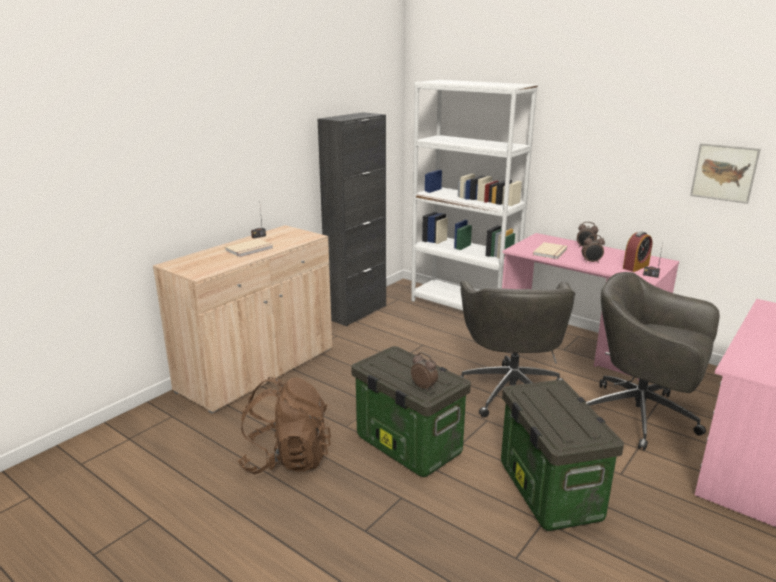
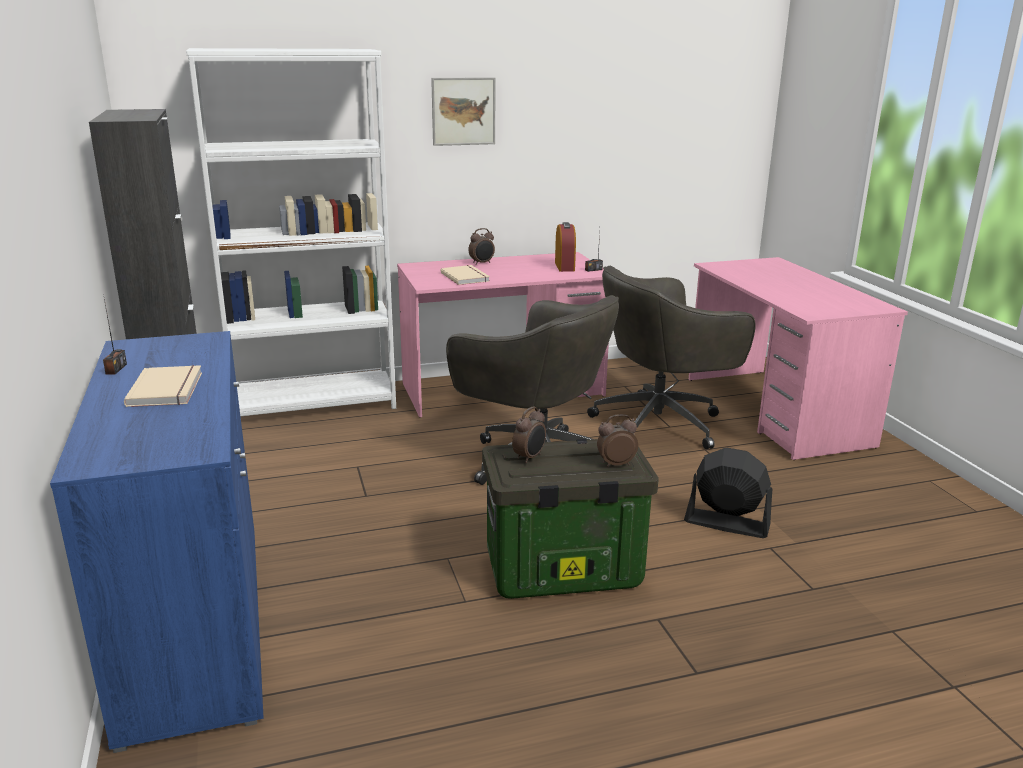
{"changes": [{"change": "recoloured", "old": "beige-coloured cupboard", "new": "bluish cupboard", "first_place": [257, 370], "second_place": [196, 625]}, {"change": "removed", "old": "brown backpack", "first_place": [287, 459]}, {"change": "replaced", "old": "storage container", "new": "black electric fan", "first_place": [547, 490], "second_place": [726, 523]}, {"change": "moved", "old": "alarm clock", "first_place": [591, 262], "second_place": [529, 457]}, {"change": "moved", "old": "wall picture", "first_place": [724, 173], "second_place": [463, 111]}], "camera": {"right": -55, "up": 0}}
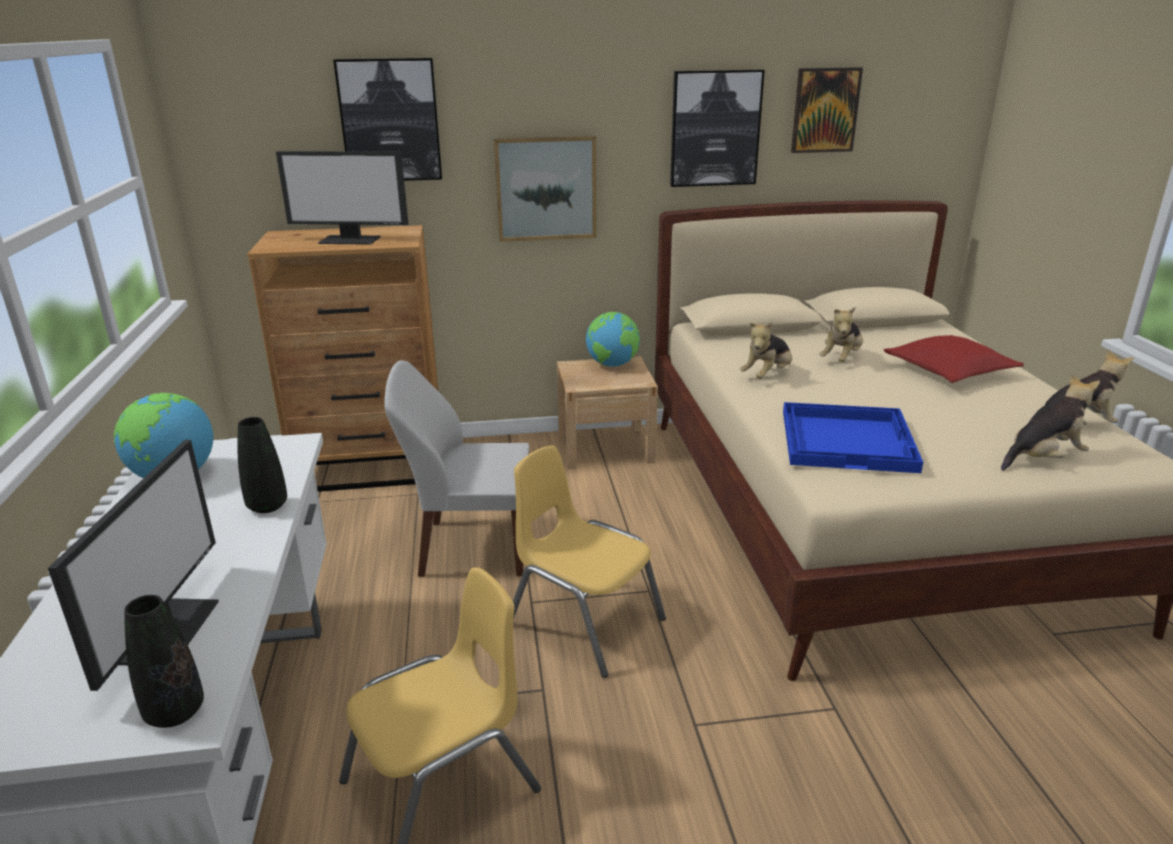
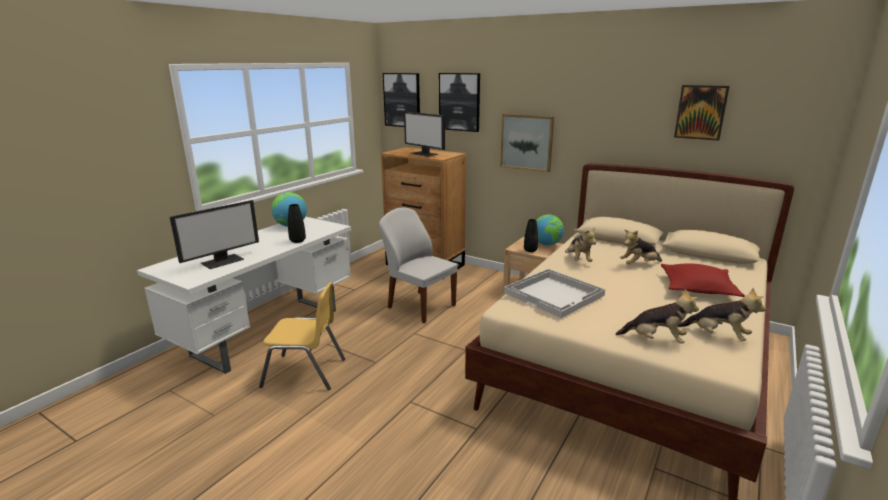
{"changes": [{"change": "moved", "old": "black flower vase", "first_place": [175, 713], "second_place": [530, 250]}, {"change": "removed", "old": "yellowish upright chair", "first_place": [584, 622]}, {"change": "moved", "old": "wall picture", "first_place": [715, 128], "second_place": [402, 100]}, {"change": "turned", "old": "plush toy", "first_place": [767, 375], "second_place": [578, 260], "degrees": -90}, {"change": "recoloured", "old": "bluish serving tray", "new": "whitish serving tray", "first_place": [848, 440], "second_place": [555, 294]}], "camera": {"right": 40, "up": -5}}
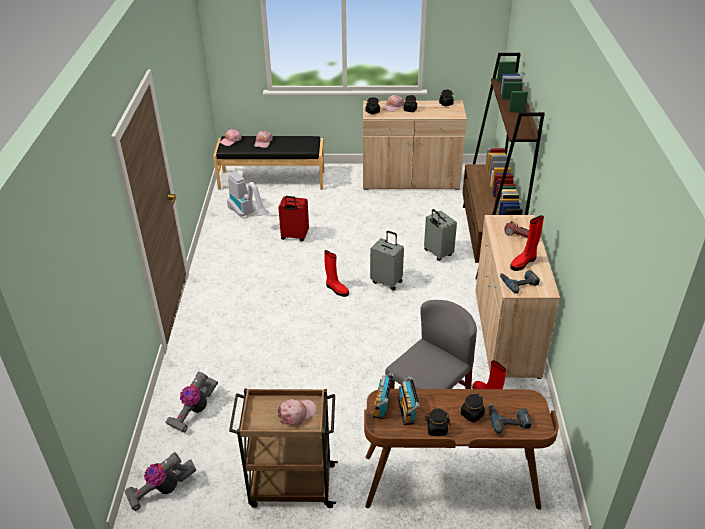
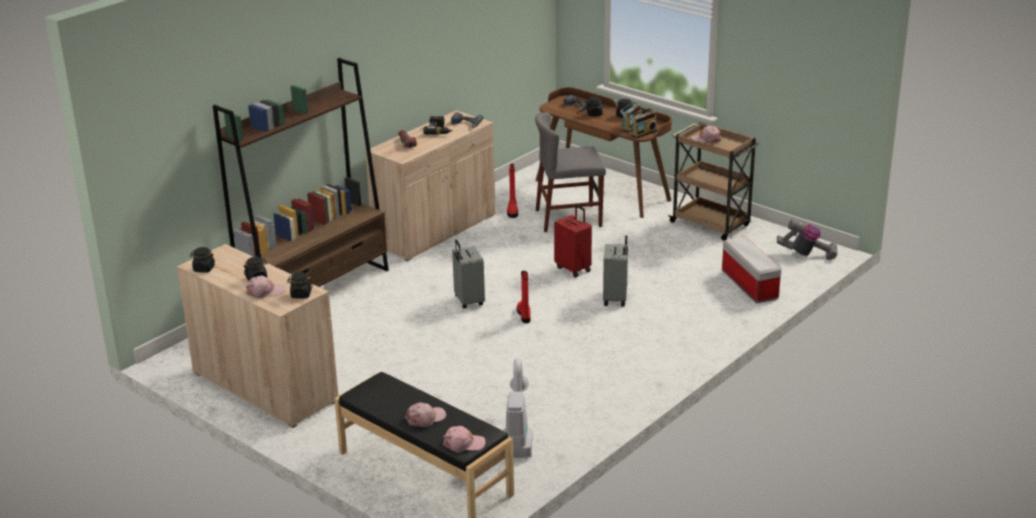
{"changes": [{"change": "replaced", "old": "vacuum", "new": "storage container", "first_place": [194, 411], "second_place": [748, 284]}, {"change": "moved", "old": "red-coloured travel case", "first_place": [294, 236], "second_place": [574, 269]}, {"change": "moved", "old": "grey travel case", "first_place": [437, 253], "second_place": [616, 298]}, {"change": "replaced", "old": "red-coloured tall boot", "new": "electric drill", "first_place": [524, 262], "second_place": [439, 130]}], "camera": {"right": -140, "up": -10}}
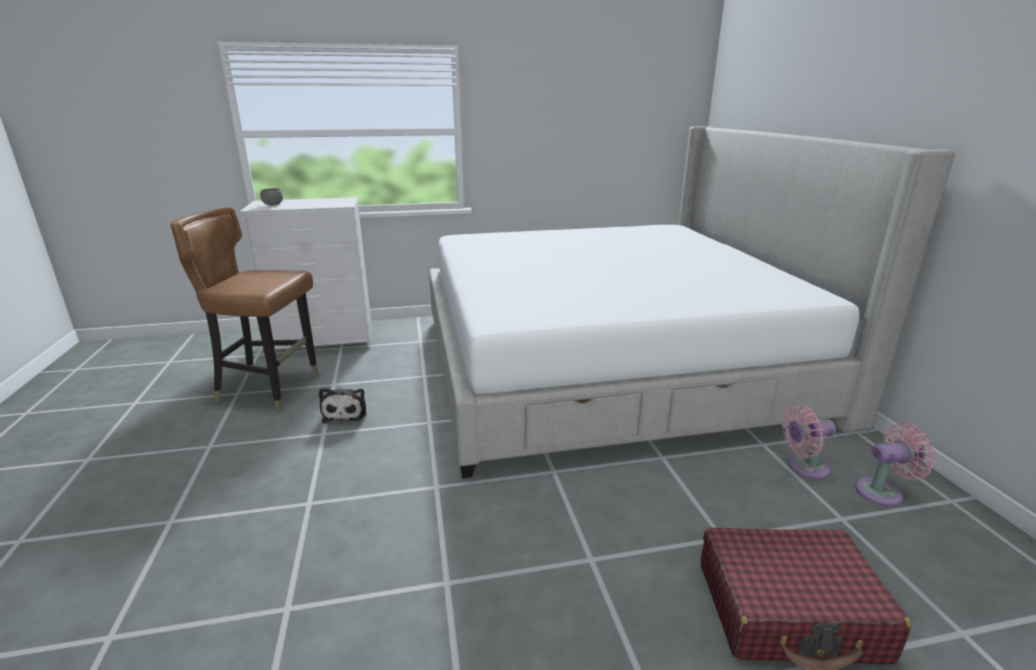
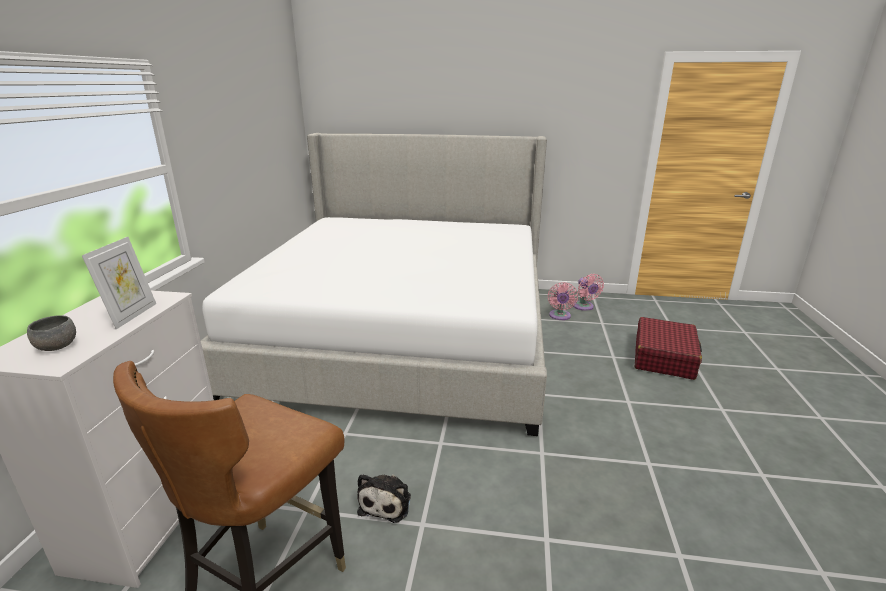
{"changes": [{"change": "turned", "old": "plush toy", "first_place": [346, 413], "second_place": [386, 502], "degrees": 90}, {"change": "turned", "old": "pink-coloured electric fan", "first_place": [882, 492], "second_place": [584, 307], "degrees": 150}, {"change": "added", "new": "picture frame", "second_place": [131, 315]}], "camera": {"right": -70, "up": 0}}
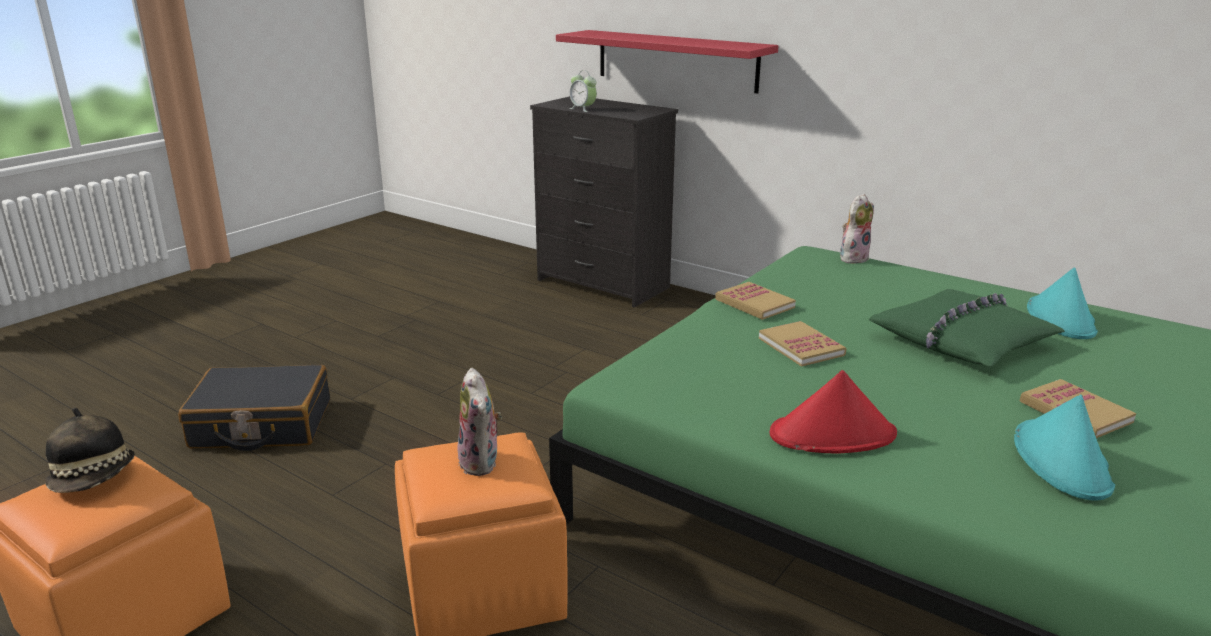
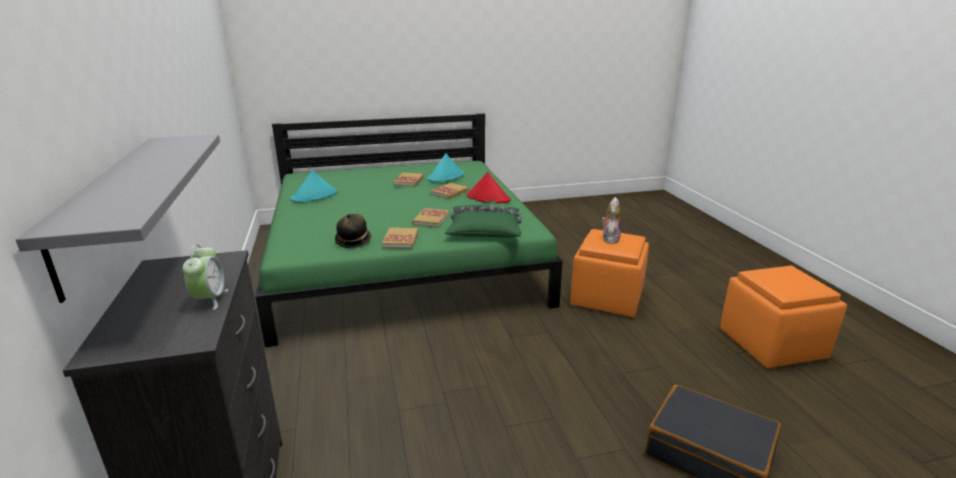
{"changes": [{"change": "moved", "old": "clothing hat", "first_place": [95, 479], "second_place": [353, 241]}, {"change": "recoloured", "old": "red-coloured bracket shelf", "new": "grey bracket shelf", "first_place": [676, 60], "second_place": [109, 206]}, {"change": "removed", "old": "plush toy", "first_place": [853, 258]}, {"change": "moved", "old": "green cushion", "first_place": [962, 341], "second_place": [485, 229]}, {"change": "added", "new": "book", "second_place": [449, 192]}], "camera": {"right": -140, "up": 0}}
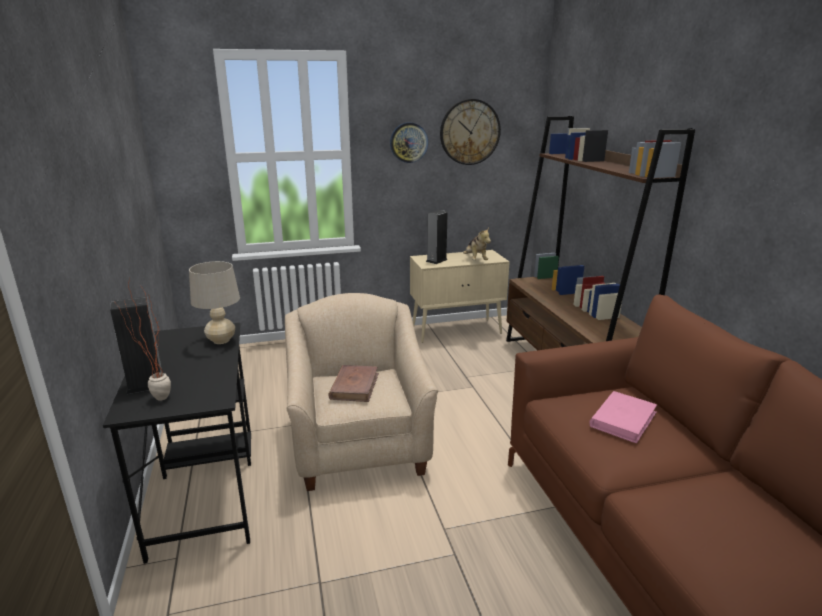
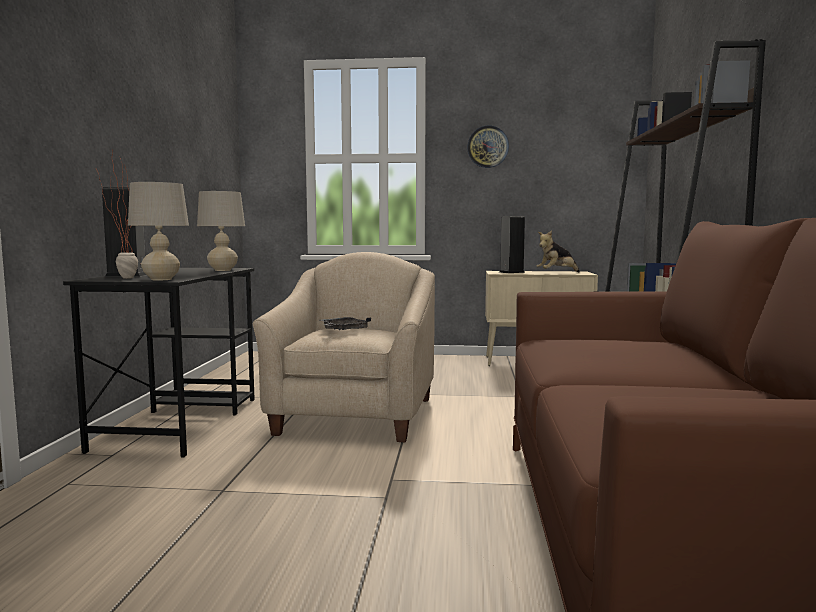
{"changes": [{"change": "replaced", "old": "brown book", "new": "grey serving tray", "first_place": [354, 386], "second_place": [343, 330]}, {"change": "removed", "old": "clock on the wall", "first_place": [470, 132]}, {"change": "turned", "old": "plush toy", "first_place": [475, 260], "second_place": [556, 273], "degrees": 60}, {"change": "removed", "old": "pink-coloured book", "first_place": [623, 419]}, {"change": "added", "new": "beige-coloured tabletop lamp", "second_place": [161, 279]}], "camera": {"right": 20, "up": -15}}
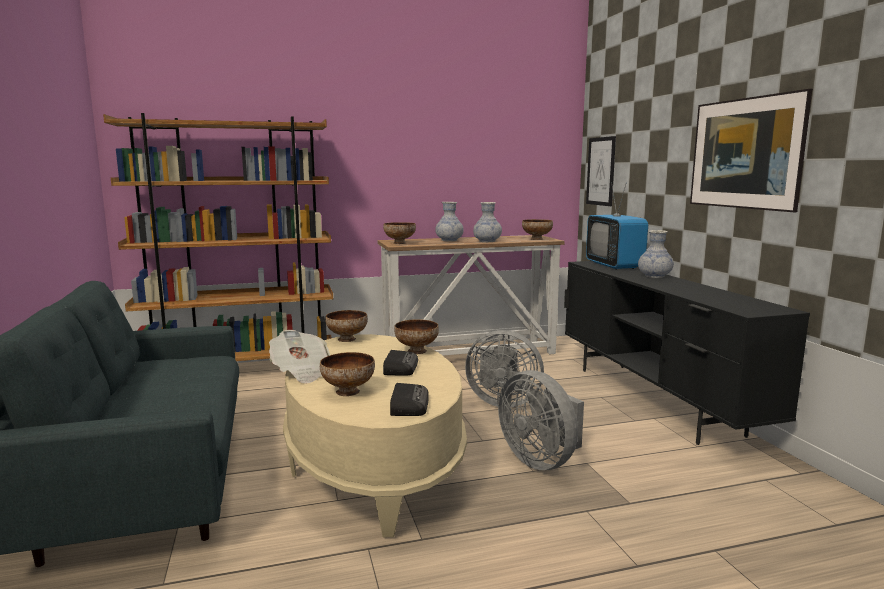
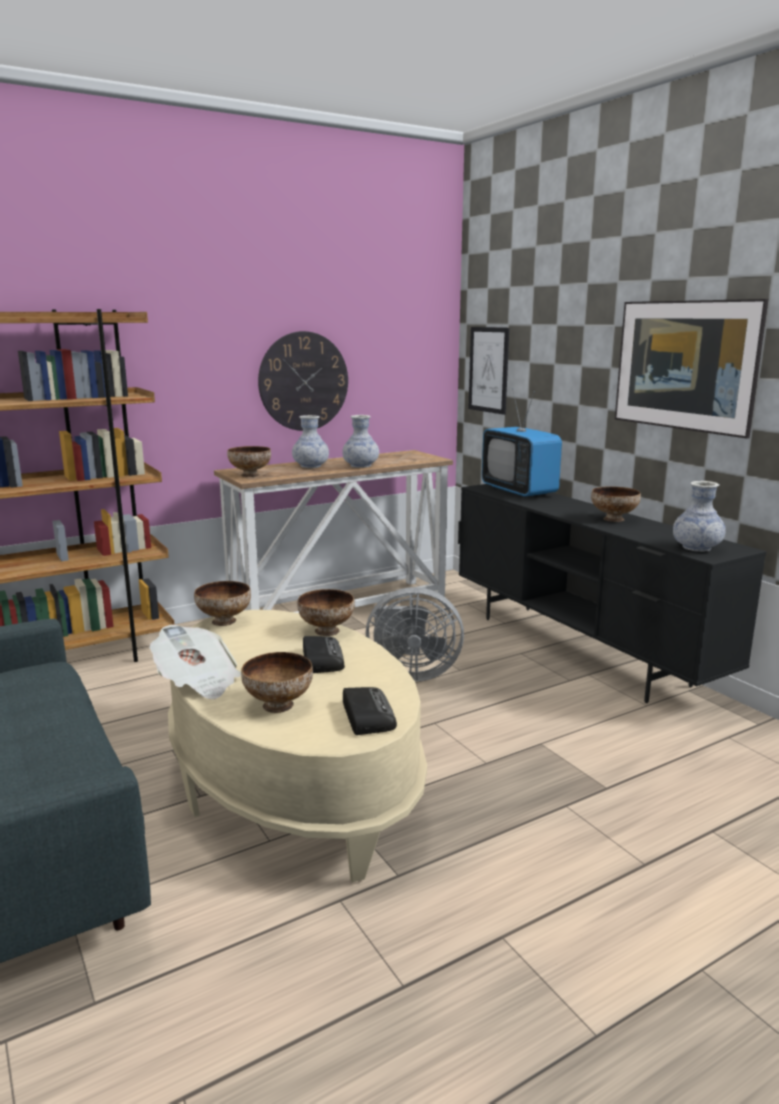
{"changes": [{"change": "removed", "old": "grey electric fan", "first_place": [541, 460]}, {"change": "moved", "old": "bowl", "first_place": [537, 239], "second_place": [614, 519]}, {"change": "moved", "old": "flower vase", "first_place": [654, 276], "second_place": [696, 548]}, {"change": "added", "new": "clock on the wall", "second_place": [303, 381]}], "camera": {"right": -15, "up": 5}}
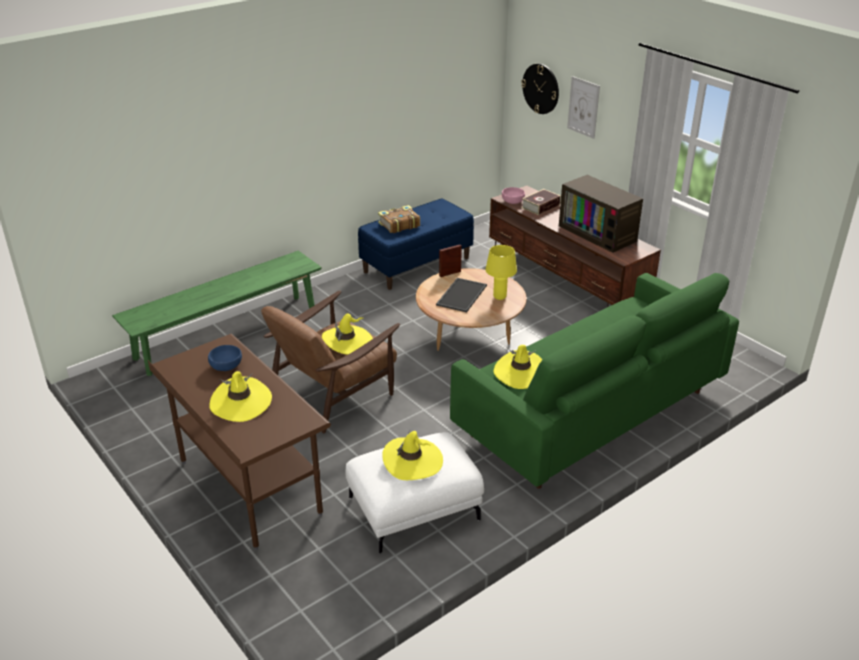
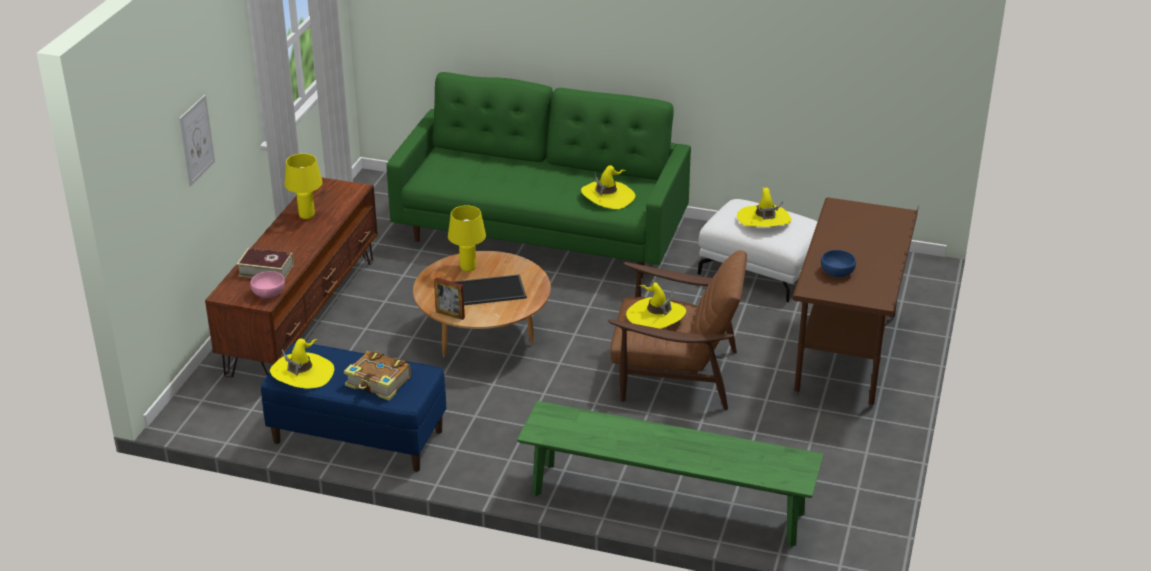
{"changes": [{"change": "moved", "old": "yellowish clothing hat", "first_place": [241, 402], "second_place": [302, 373]}, {"change": "removed", "old": "clock on the wall", "first_place": [541, 88]}, {"change": "replaced", "old": "TV", "new": "yellowish tabletop lamp", "first_place": [599, 233], "second_place": [306, 216]}], "camera": {"right": -125, "up": 0}}
